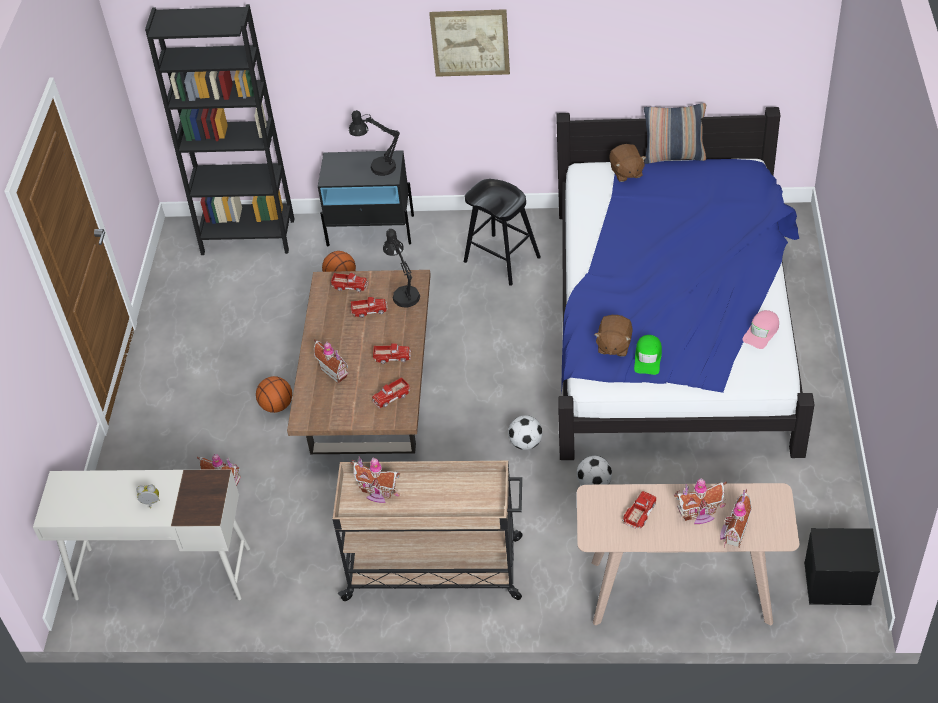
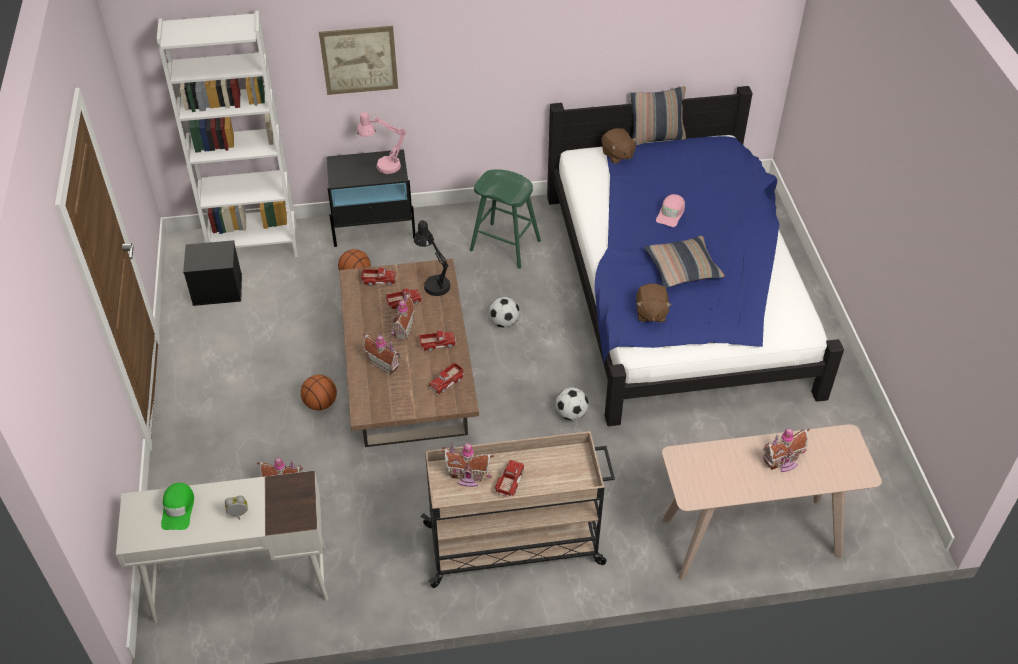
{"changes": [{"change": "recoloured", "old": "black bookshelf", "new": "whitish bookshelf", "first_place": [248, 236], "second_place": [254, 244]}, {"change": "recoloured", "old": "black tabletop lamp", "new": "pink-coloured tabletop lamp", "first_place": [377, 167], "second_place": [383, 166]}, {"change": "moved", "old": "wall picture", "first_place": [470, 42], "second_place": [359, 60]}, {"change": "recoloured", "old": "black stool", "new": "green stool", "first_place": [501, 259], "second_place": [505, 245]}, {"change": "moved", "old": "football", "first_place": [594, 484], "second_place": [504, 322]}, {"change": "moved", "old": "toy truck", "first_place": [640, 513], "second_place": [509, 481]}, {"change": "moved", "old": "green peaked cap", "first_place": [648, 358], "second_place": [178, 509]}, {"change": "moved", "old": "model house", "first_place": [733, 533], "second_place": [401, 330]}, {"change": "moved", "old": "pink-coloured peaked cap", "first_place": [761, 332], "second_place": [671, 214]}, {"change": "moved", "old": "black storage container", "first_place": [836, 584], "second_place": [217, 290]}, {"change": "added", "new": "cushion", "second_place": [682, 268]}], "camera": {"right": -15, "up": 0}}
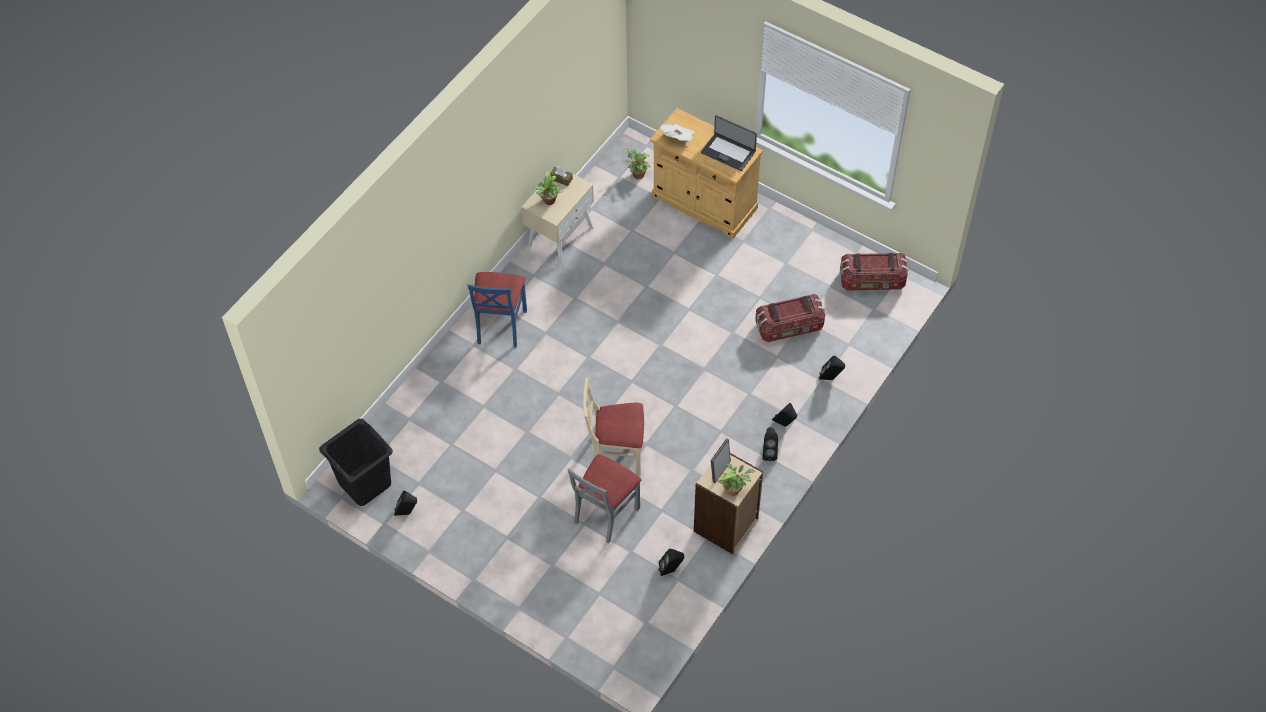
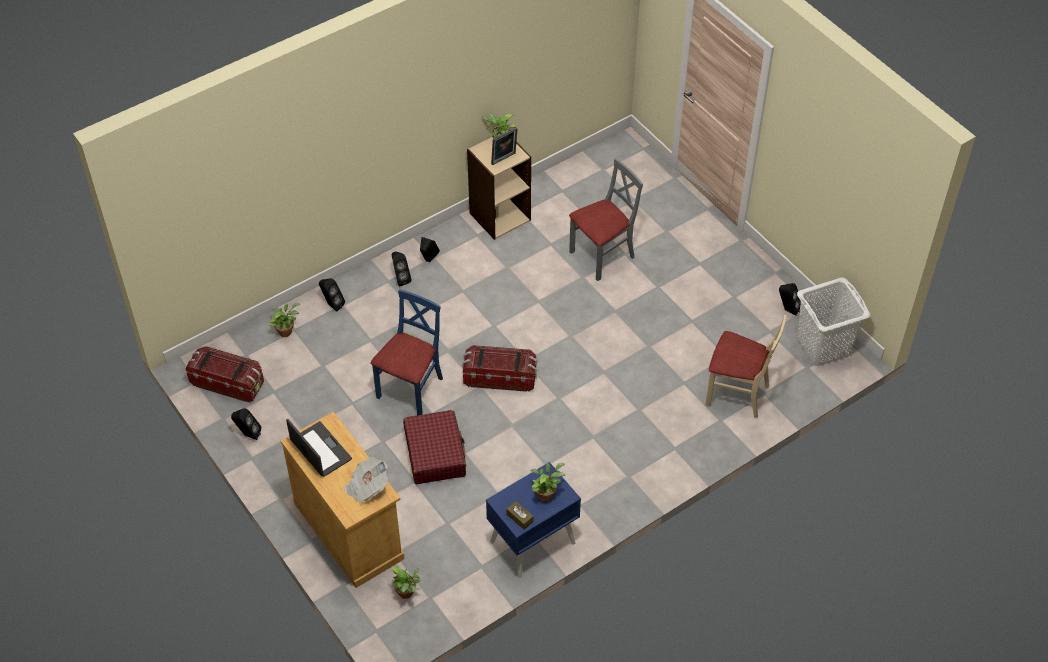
{"changes": [{"change": "recoloured", "old": "black hamper", "new": "whitish hamper", "first_place": [364, 483], "second_place": [823, 347]}, {"change": "moved", "old": "bluish upright chair", "first_place": [500, 326], "second_place": [411, 389]}, {"change": "recoloured", "old": "beige-coloured bedside table", "new": "bluish bedside table", "first_place": [560, 236], "second_place": [532, 542]}, {"change": "moved", "old": "beige-coloured upright chair", "first_place": [616, 454], "second_place": [737, 394]}, {"change": "moved", "old": "black loudspeaker", "first_place": [671, 570], "second_place": [248, 434]}, {"change": "moved", "old": "storage container", "first_place": [789, 327], "second_place": [500, 377]}, {"change": "added", "new": "houseplant", "second_place": [286, 331]}, {"change": "added", "new": "red-coloured travel case", "second_place": [435, 453]}], "camera": {"right": -160, "up": -5}}
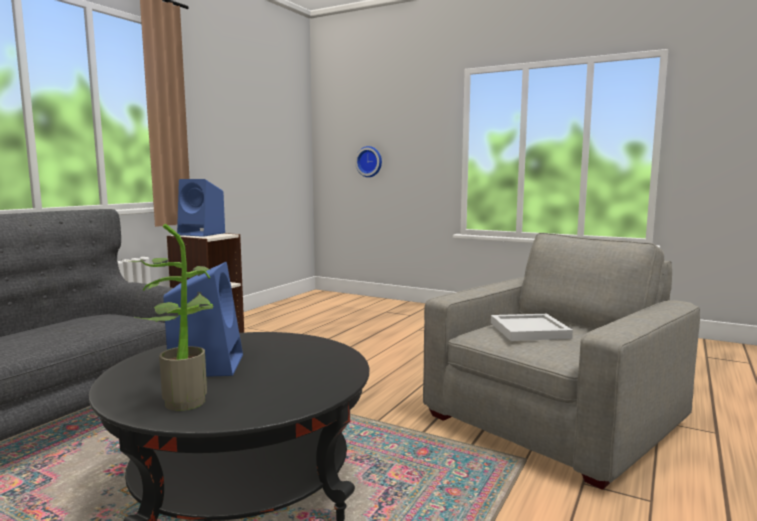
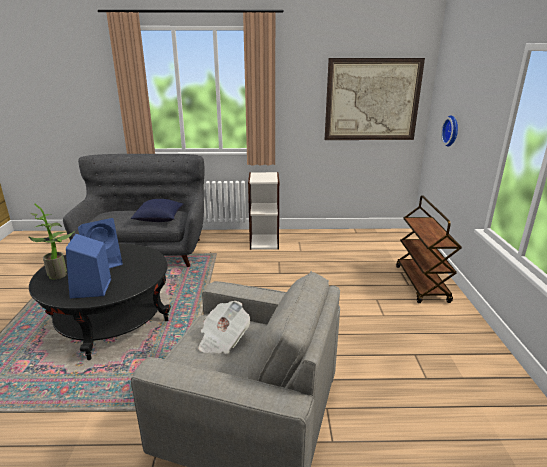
{"changes": [{"change": "moved", "old": "bluish loudspeaker", "first_place": [202, 234], "second_place": [91, 289]}, {"change": "replaced", "old": "whitish serving tray", "new": "printed paper", "first_place": [530, 330], "second_place": [223, 339]}, {"change": "added", "new": "bluish cushion", "second_place": [159, 219]}, {"change": "added", "new": "wall picture", "second_place": [372, 100]}, {"change": "added", "new": "brown wheeled cart", "second_place": [422, 284]}], "camera": {"right": 60, "up": 15}}
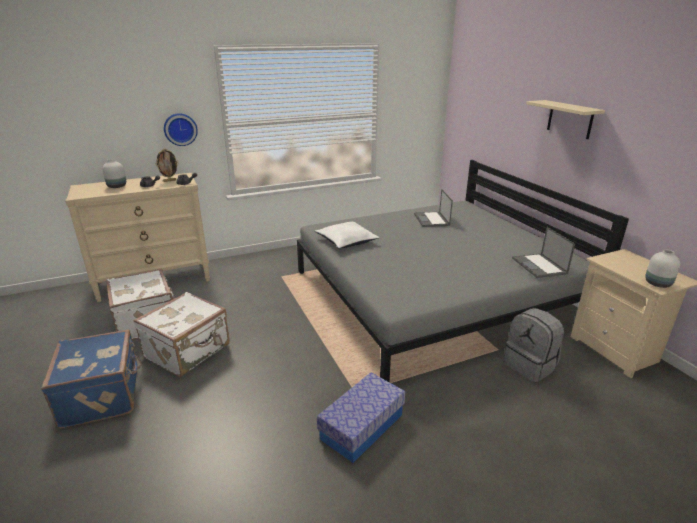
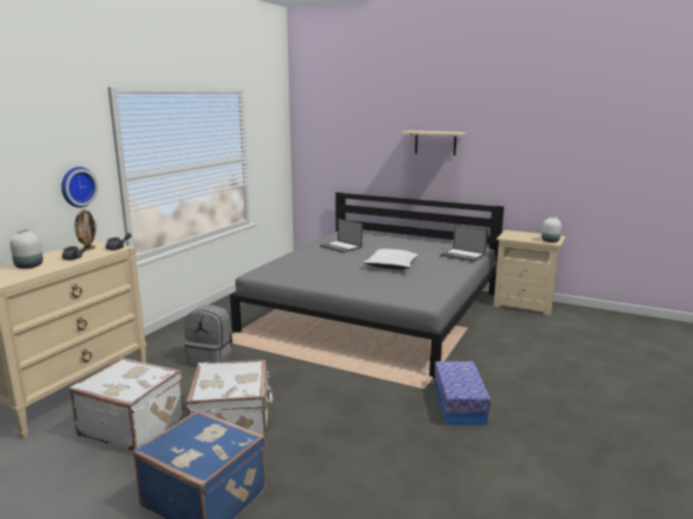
{"changes": [{"change": "moved", "old": "whitish cushion", "first_place": [347, 241], "second_place": [392, 266]}, {"change": "moved", "old": "grey backpack", "first_place": [530, 366], "second_place": [211, 359]}], "camera": {"right": -40, "up": -10}}
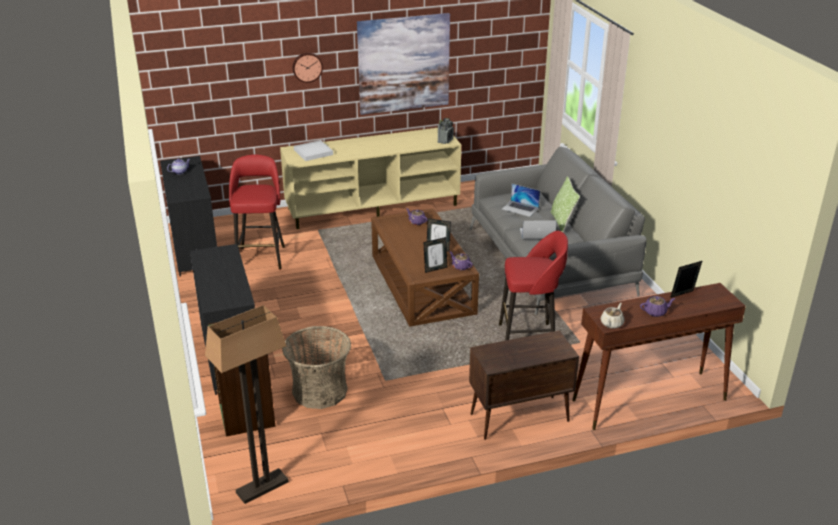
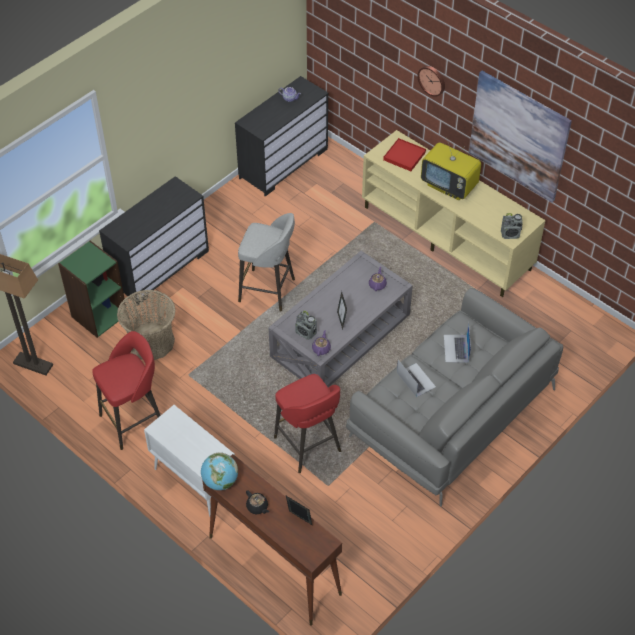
{"changes": [{"change": "moved", "old": "red-coloured stool", "first_place": [261, 257], "second_place": [134, 420]}, {"change": "recoloured", "old": "whitish serving tray", "new": "red-coloured serving tray", "first_place": [313, 152], "second_place": [404, 156]}, {"change": "recoloured", "old": "brown low table", "new": "grey low table", "first_place": [423, 284], "second_place": [341, 336]}, {"change": "replaced", "old": "picture frame", "new": "radio", "first_place": [435, 269], "second_place": [306, 333]}, {"change": "recoloured", "old": "brown cupboard", "new": "whitish cupboard", "first_place": [518, 418], "second_place": [194, 481]}, {"change": "removed", "old": "cushion", "first_place": [562, 222]}, {"change": "replaced", "old": "beige-coloured teapot", "new": "globe", "first_place": [612, 323], "second_place": [220, 481]}, {"change": "recoloured", "old": "purplish teapot", "new": "black teapot", "first_place": [655, 312], "second_place": [257, 507]}, {"change": "added", "new": "grey stool", "second_place": [268, 291]}, {"change": "added", "new": "TV", "second_place": [449, 186]}], "camera": {"right": 60, "up": 20}}
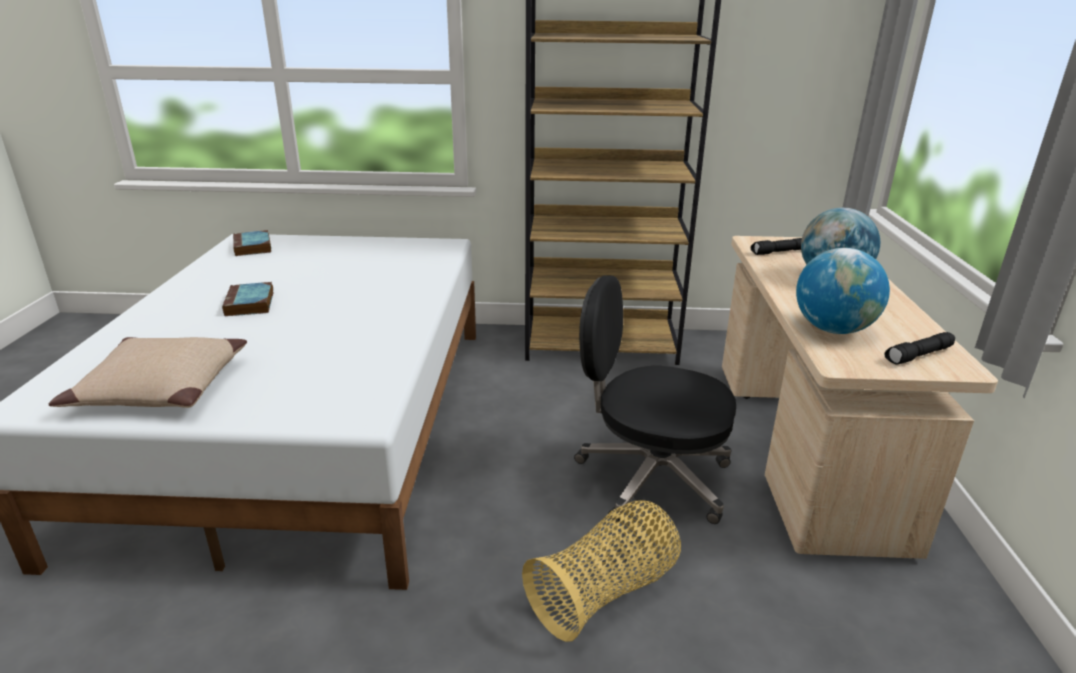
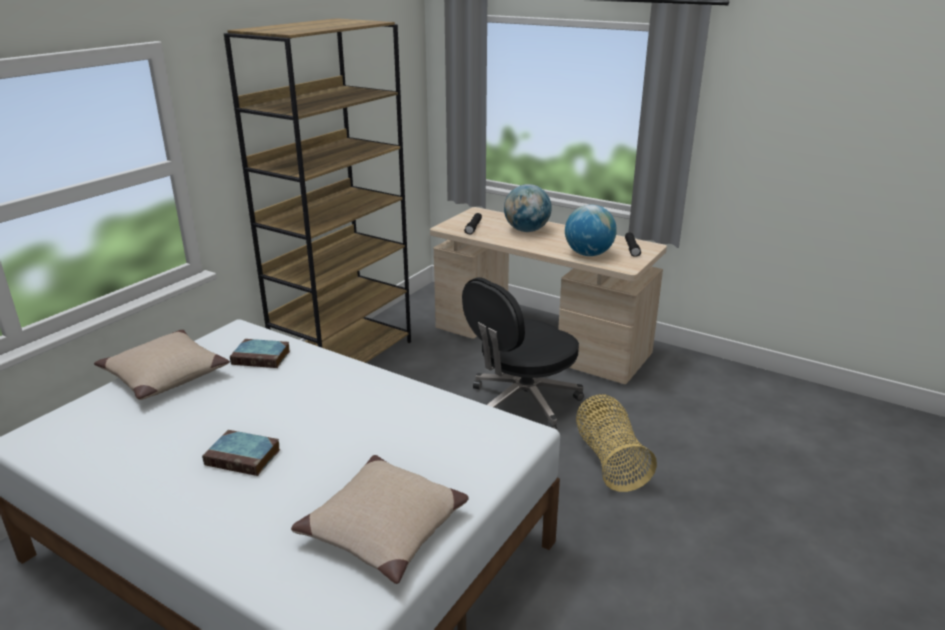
{"changes": [{"change": "moved", "old": "book", "first_place": [253, 247], "second_place": [262, 357]}, {"change": "added", "new": "beige-coloured cushion", "second_place": [164, 375]}], "camera": {"right": -60, "up": 0}}
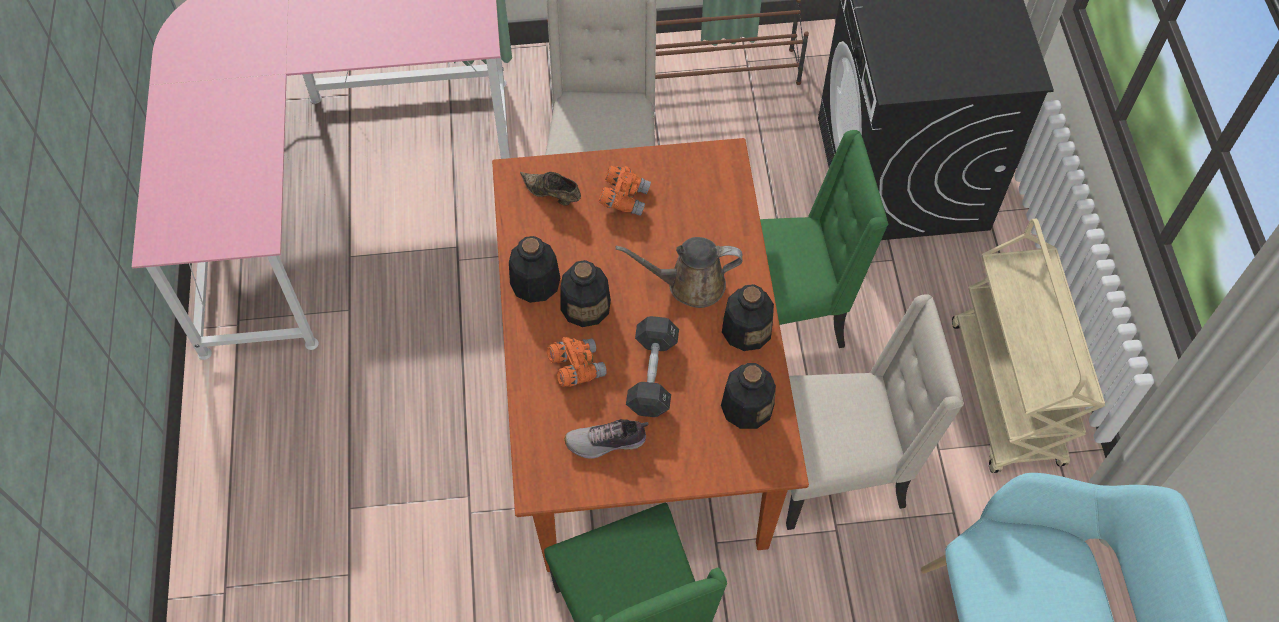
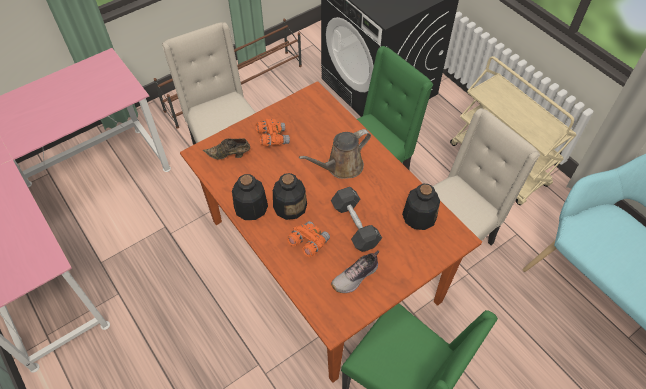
{"changes": [{"change": "removed", "old": "bottle", "first_place": [746, 329]}], "camera": {"right": -30, "up": -5}}
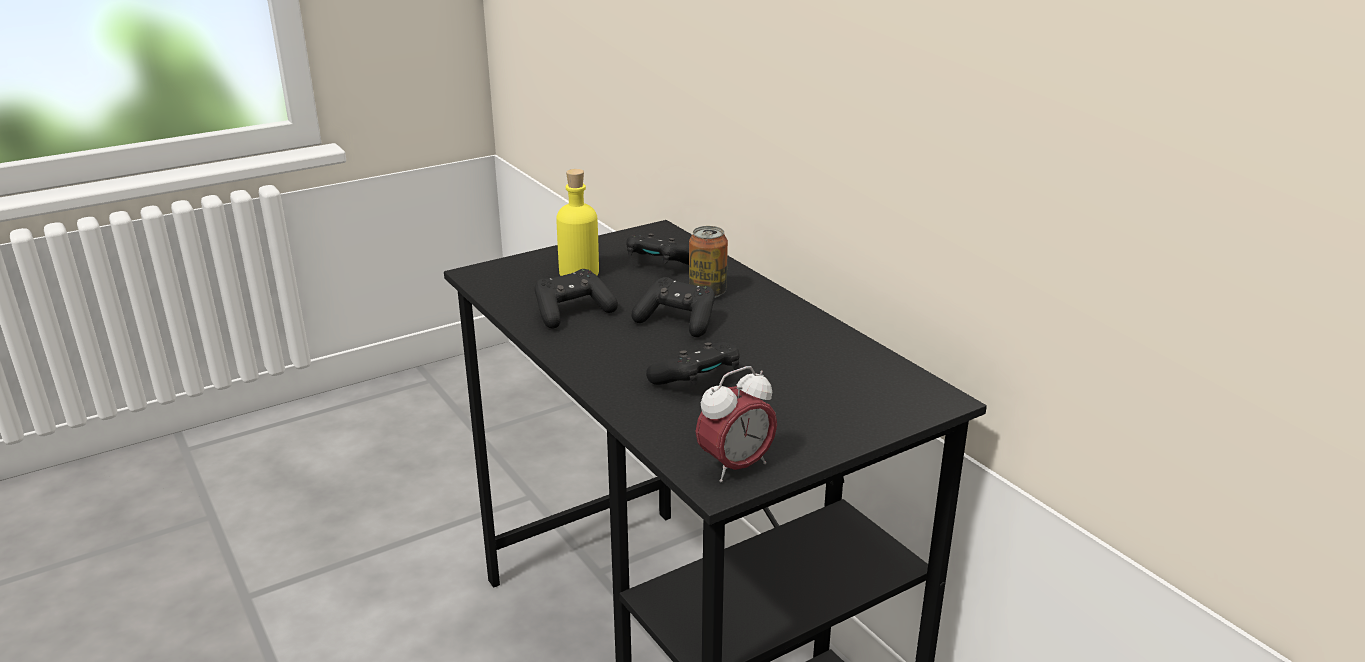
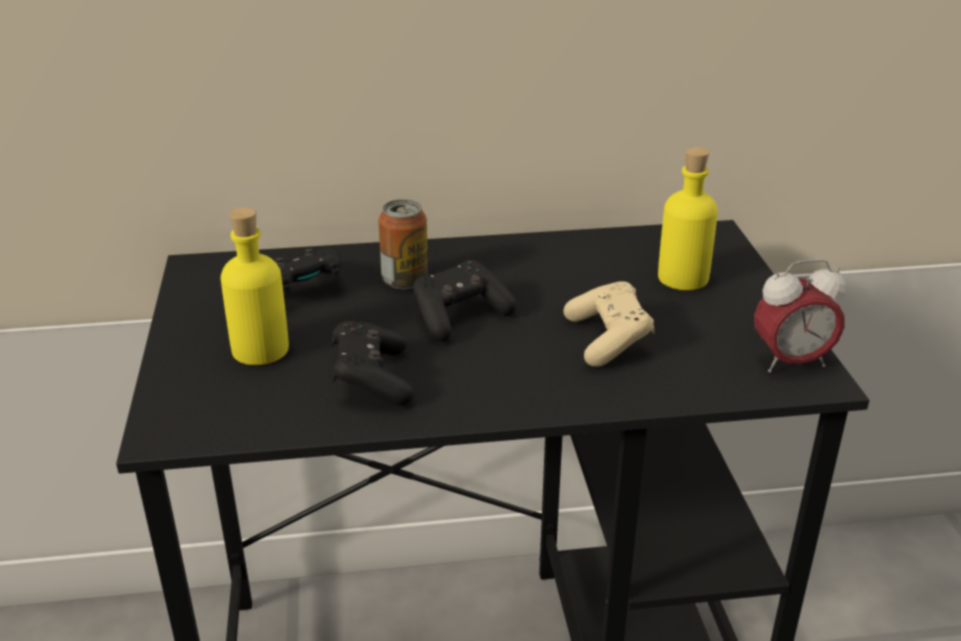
{"changes": [{"change": "recoloured", "old": "black gamepad", "new": "beige-coloured gamepad", "first_place": [697, 381], "second_place": [608, 339]}, {"change": "turned", "old": "alarm clock", "first_place": [735, 467], "second_place": [791, 362], "degrees": 90}, {"change": "added", "new": "yellowish bottle", "second_place": [682, 277]}], "camera": {"right": -65, "up": 5}}
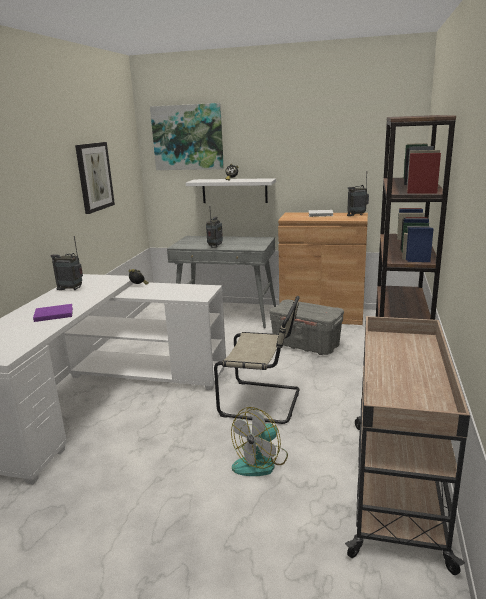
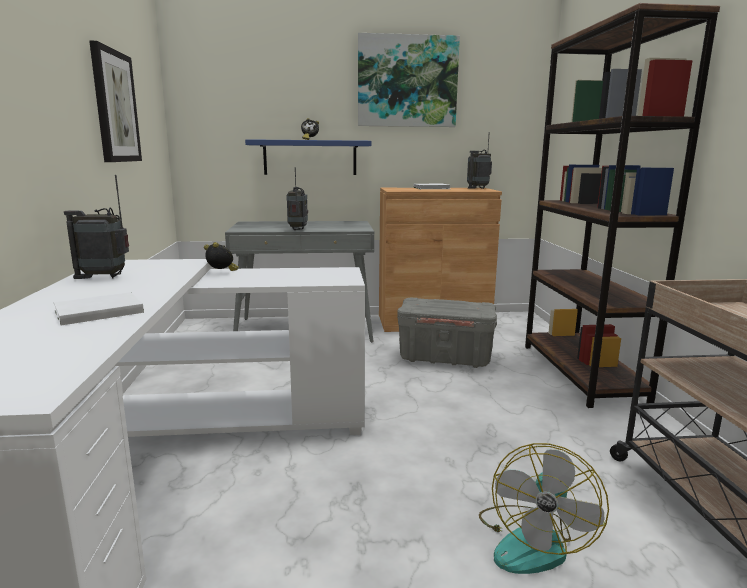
{"changes": [{"change": "recoloured", "old": "purplish book", "new": "whitish book", "first_place": [52, 314], "second_place": [96, 312]}, {"change": "moved", "old": "wall picture", "first_place": [187, 137], "second_place": [407, 81]}, {"change": "recoloured", "old": "whitish bracket shelf", "new": "bluish bracket shelf", "first_place": [234, 191], "second_place": [310, 157]}, {"change": "removed", "old": "beige-coloured upright chair", "first_place": [264, 402]}], "camera": {"right": -20, "up": -5}}
